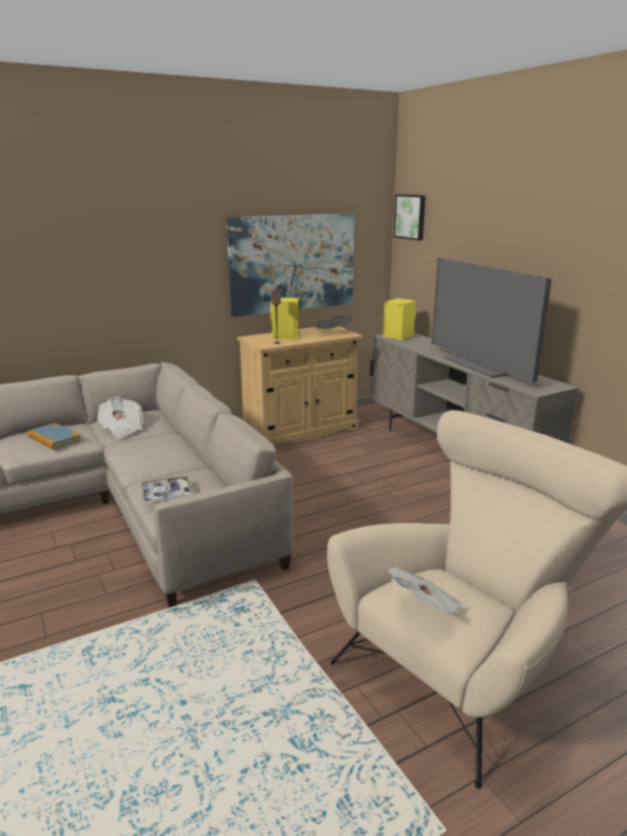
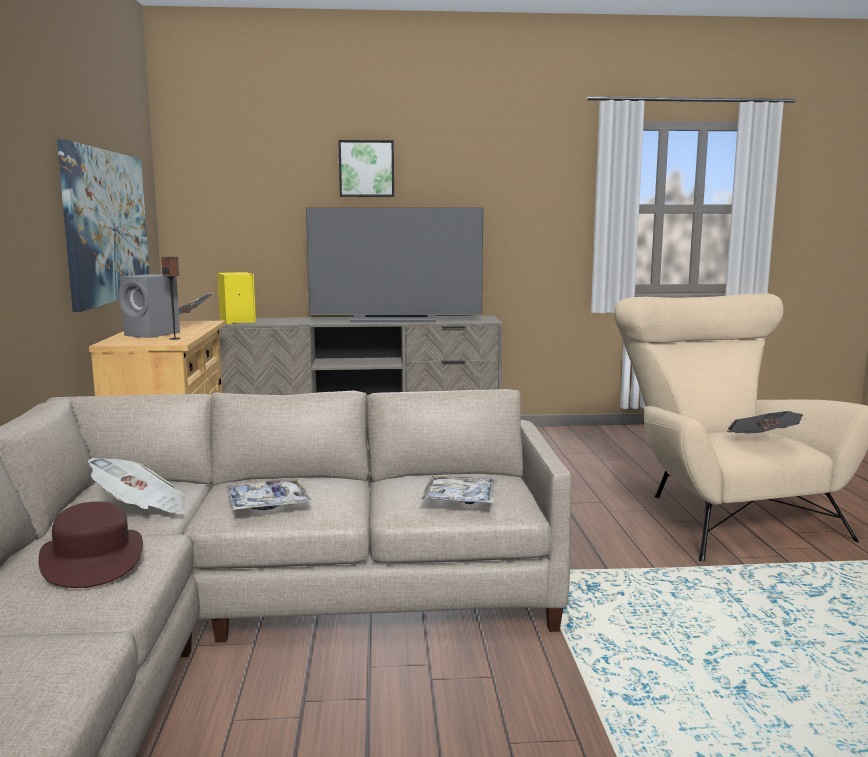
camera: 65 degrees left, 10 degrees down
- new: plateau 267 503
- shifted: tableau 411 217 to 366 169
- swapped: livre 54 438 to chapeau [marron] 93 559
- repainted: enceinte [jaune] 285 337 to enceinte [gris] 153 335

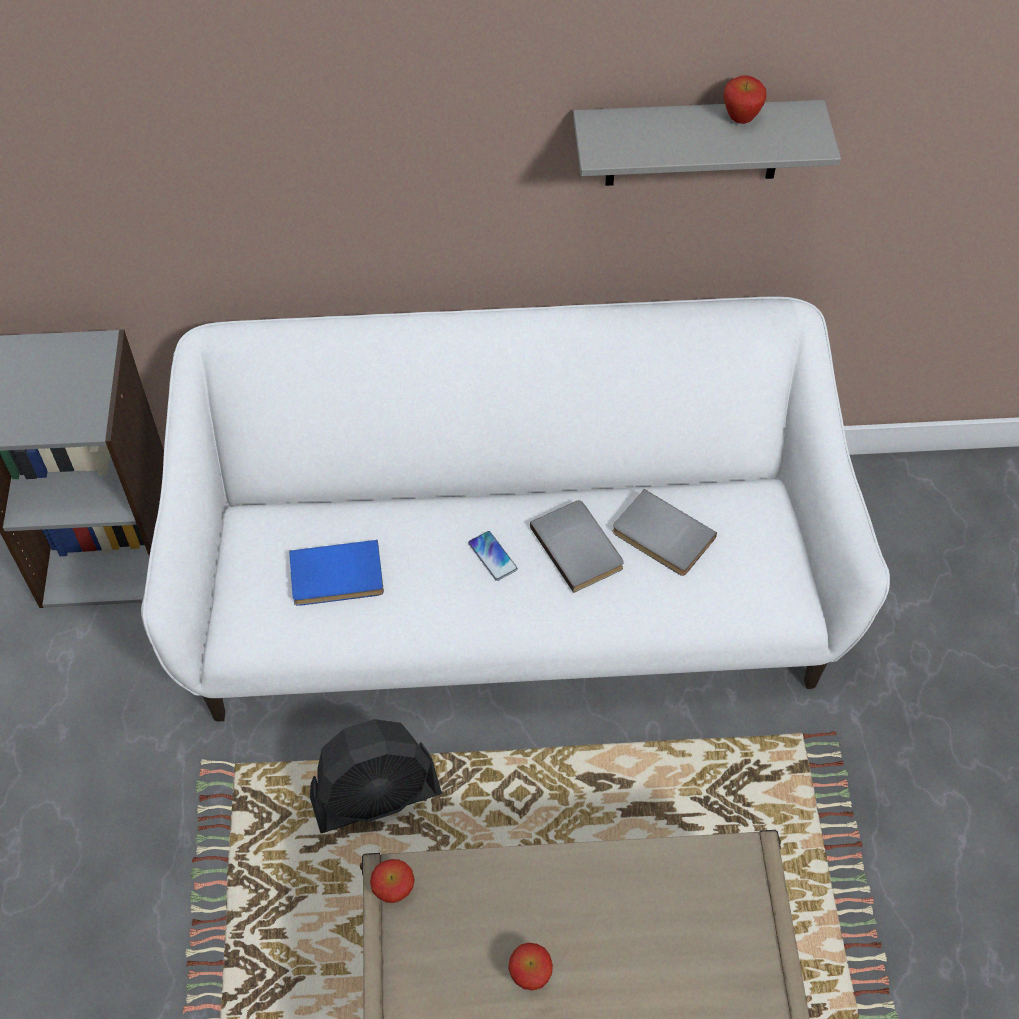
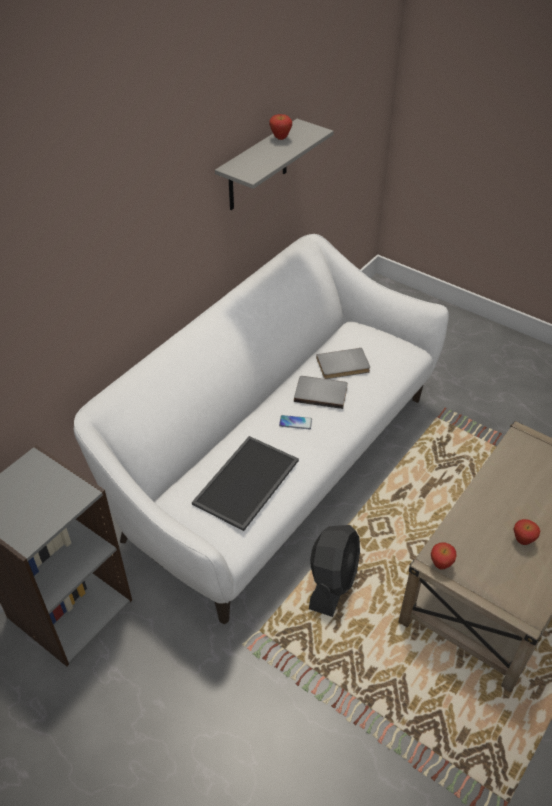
camera: 50 degrees left, 10 degrees down
- swapped: livre [bleu] 337 578 to plateau 247 483

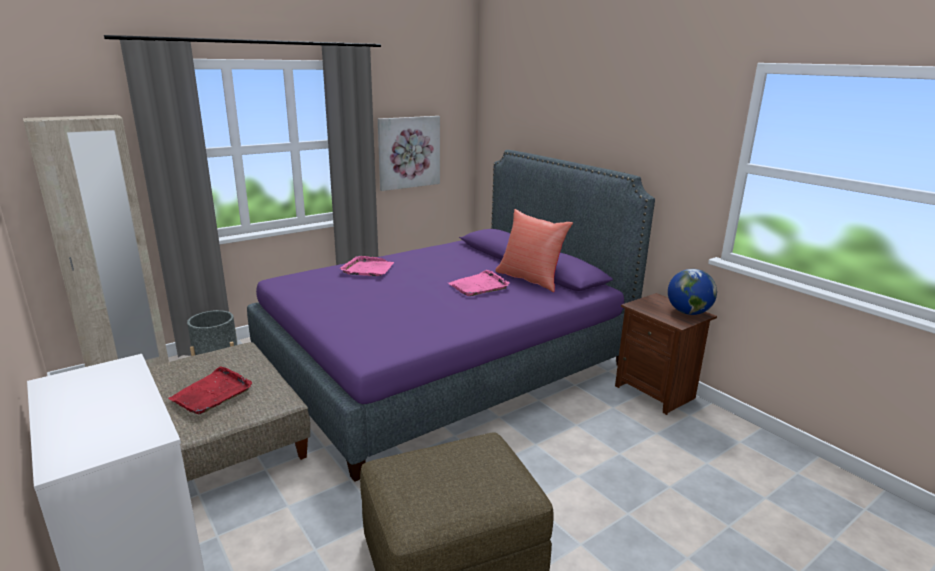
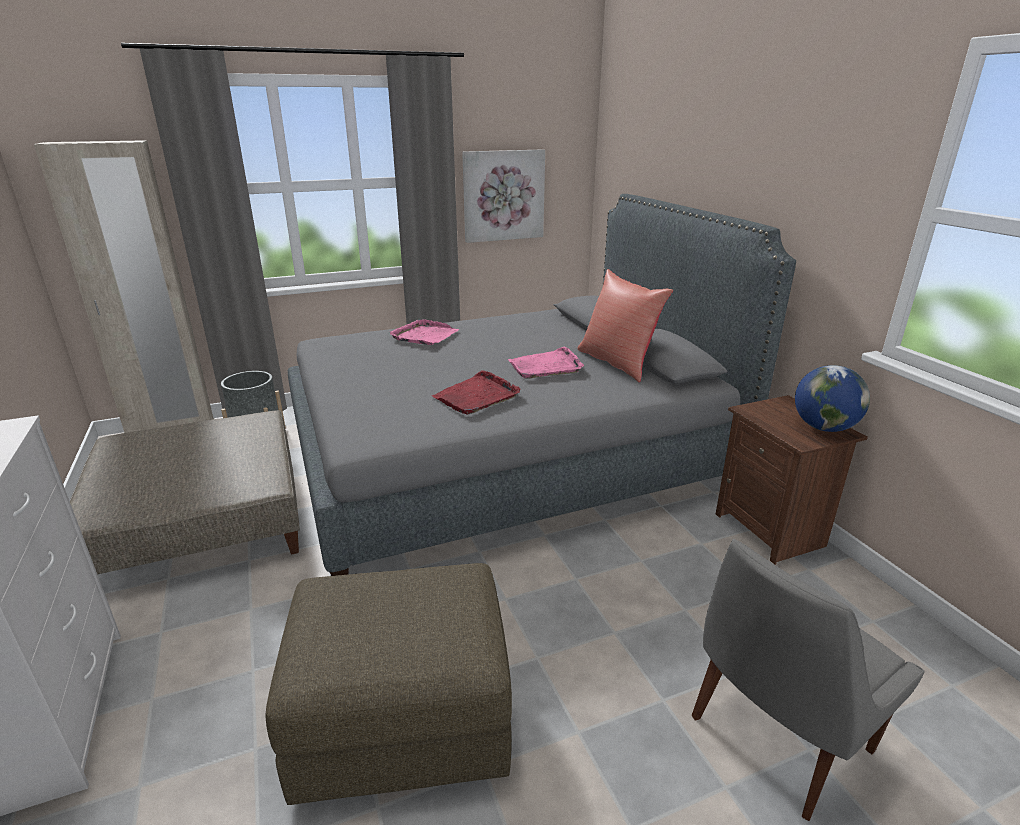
camera: 15 degrees right, 5 degrees up
- new: chaise [gris] 775 737
- shifted: plateau [rouge] 212 393 to 477 396
- repainted: lit [violet] 444 363 to lit [gris] 507 458

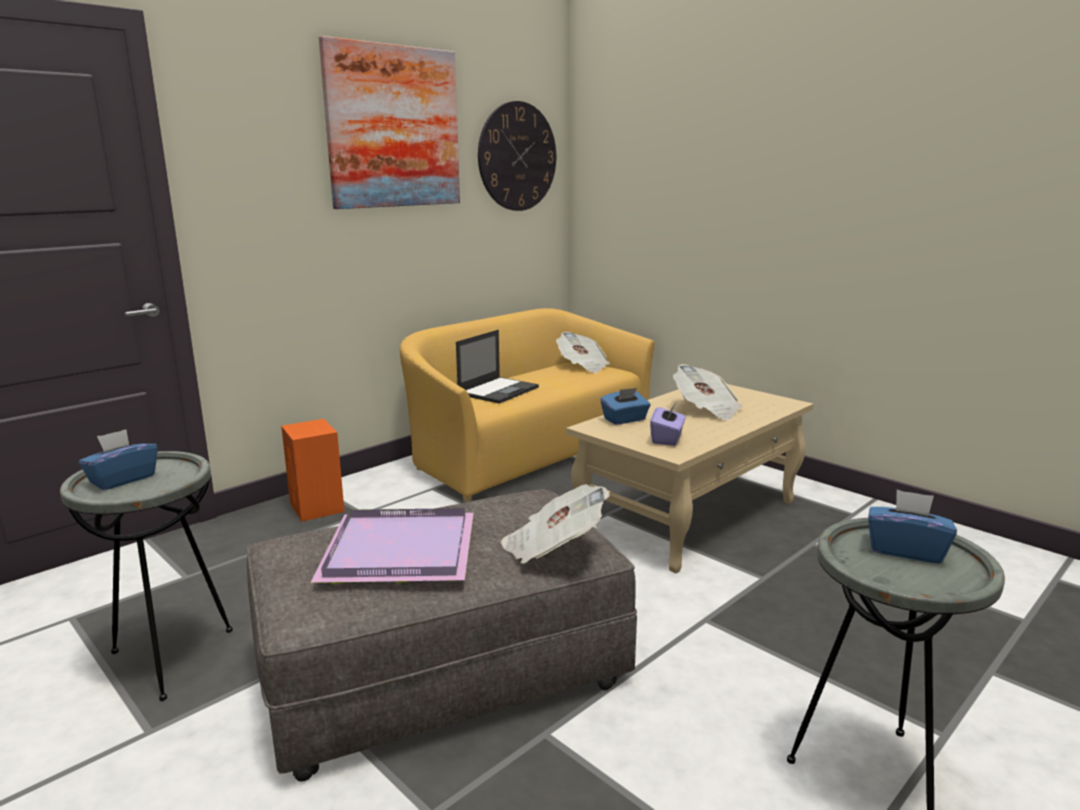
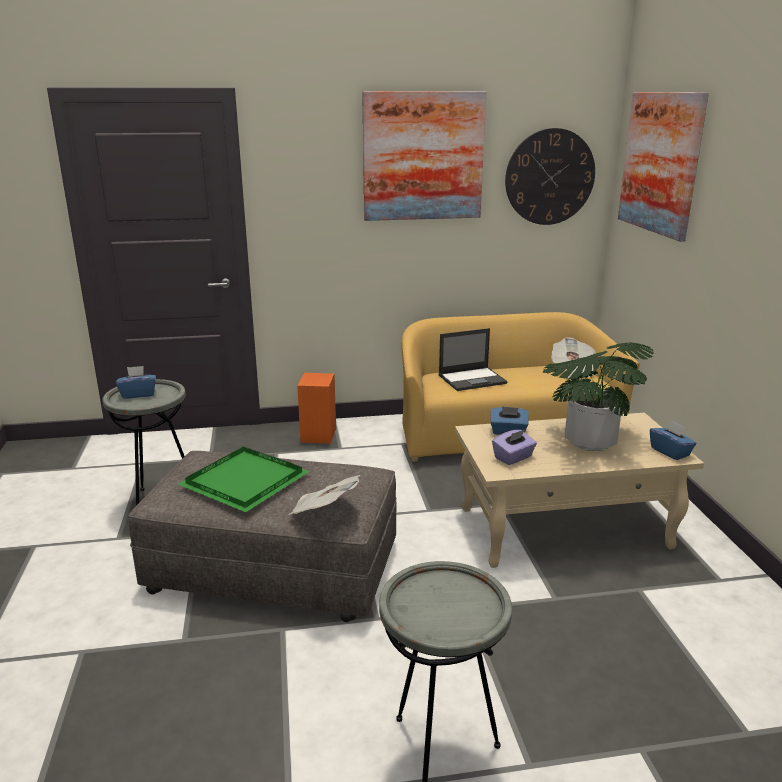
camera: 35 degrees right, 5 degrees up
- new: tableau 660 163
- shifted: boîte à mouchoirs [bleu] 905 550 to 670 452
- swapped: journal 706 410 to plante en pot 590 442
- repainted: plateau [violet] 396 552 to plateau [vert] 242 481

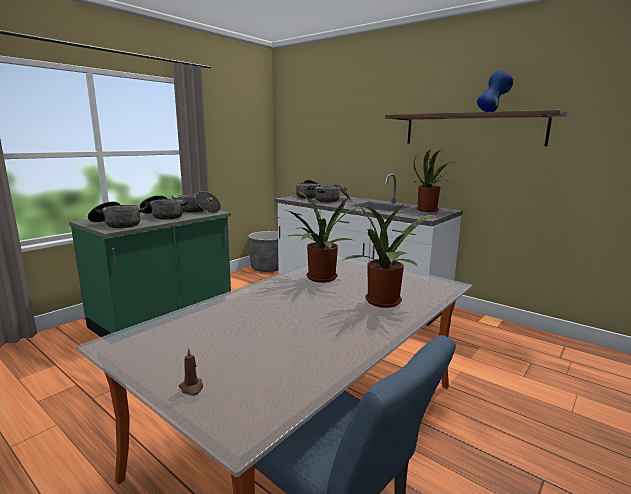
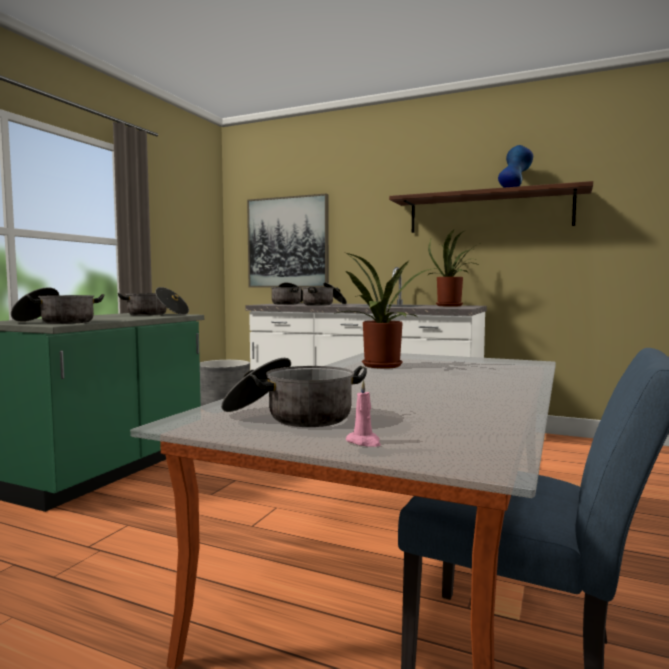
camera: 15 degrees left, 10 degrees down
- gone: plante en pot 385 303
- new: tableau 288 242
- shifted: marmite 163 216 to 291 416
- repainted: bougie [marron] 192 388 to bougie [rose] 364 442

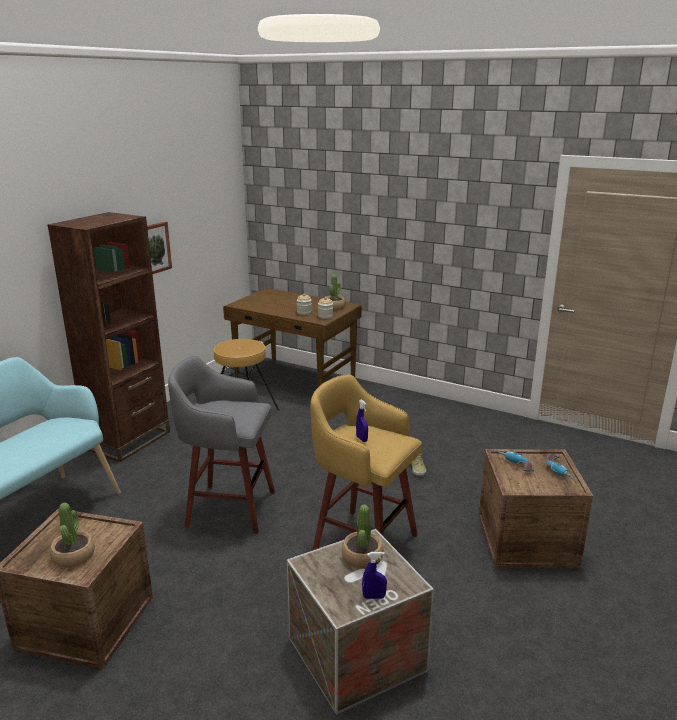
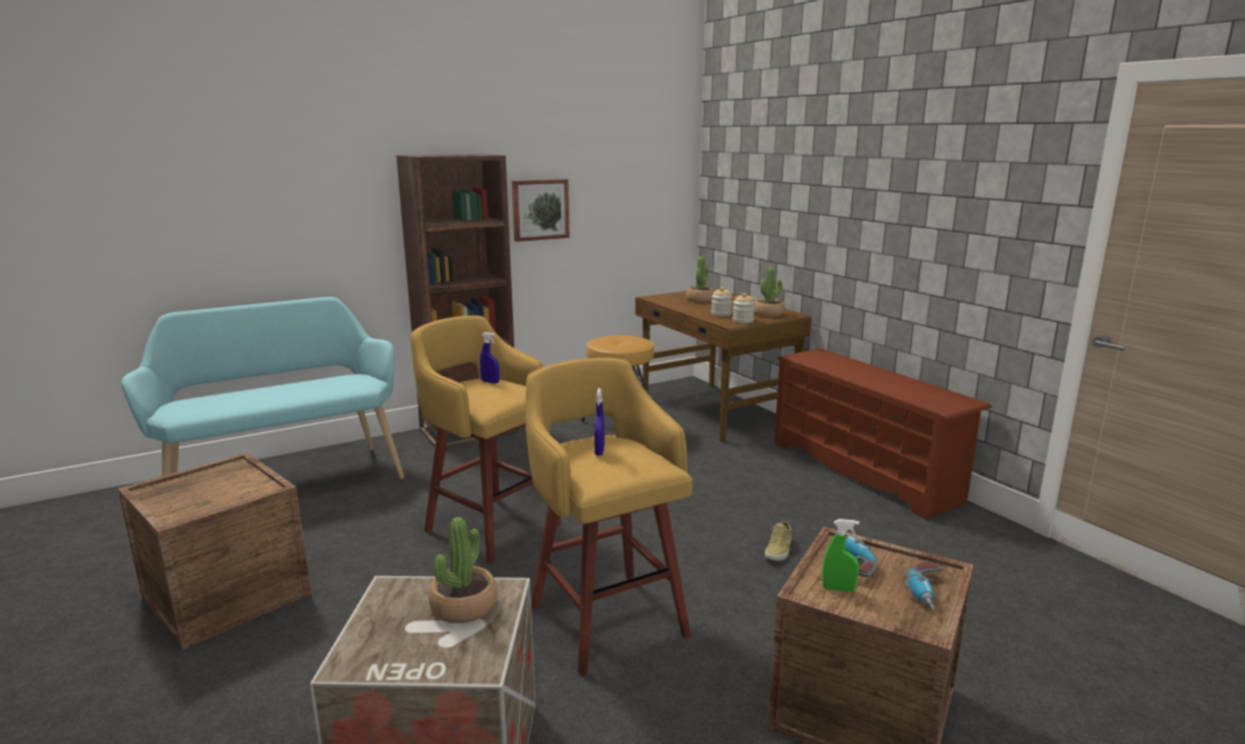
camera: 30 degrees right, 5 degrees down
- new: étagère à chaussures [marron] 865 471
- new: vaporisateur [vert] 838 589
- shifted: plante en pot 74 556 to 700 300
- shifted: vaporisateur [bleu] 374 597 to 490 382
- repainted: tabouret [gris] 228 508 to tabouret [jaune] 490 526

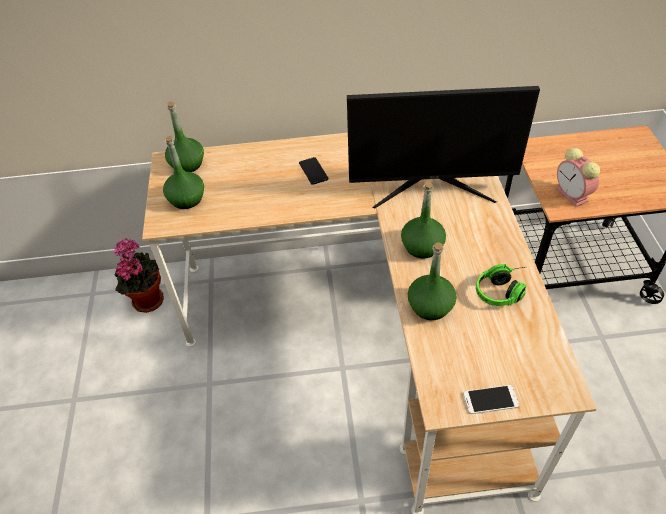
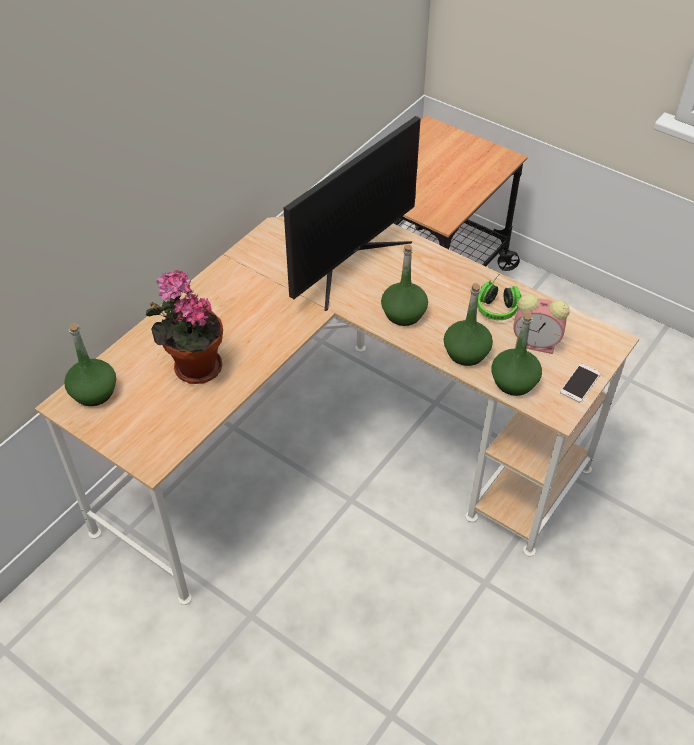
camera: 50 degrees left, 0 degrees up
- gone: téléphone 313 171
- shifted: plante en pot 147 298 to 193 367
- shifted: bouteille [vert] 186 199 to 514 382
- shifted: réveil 573 195 to 537 343

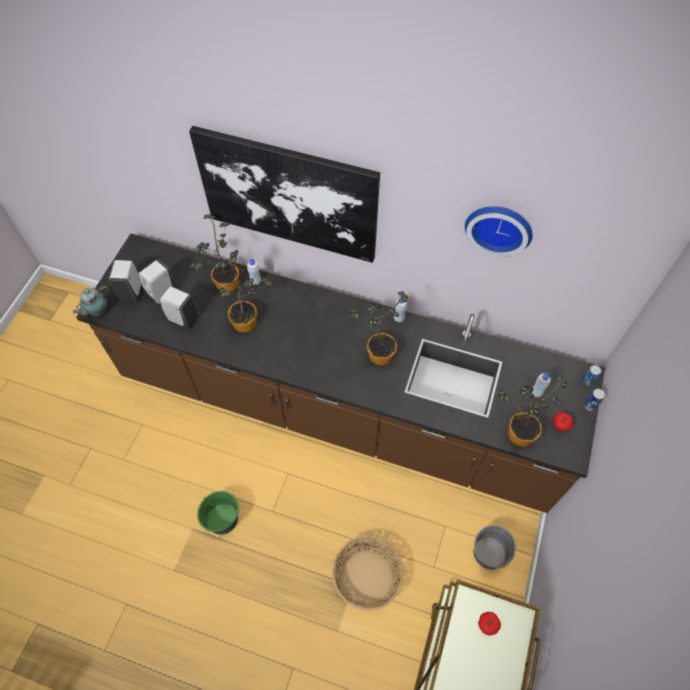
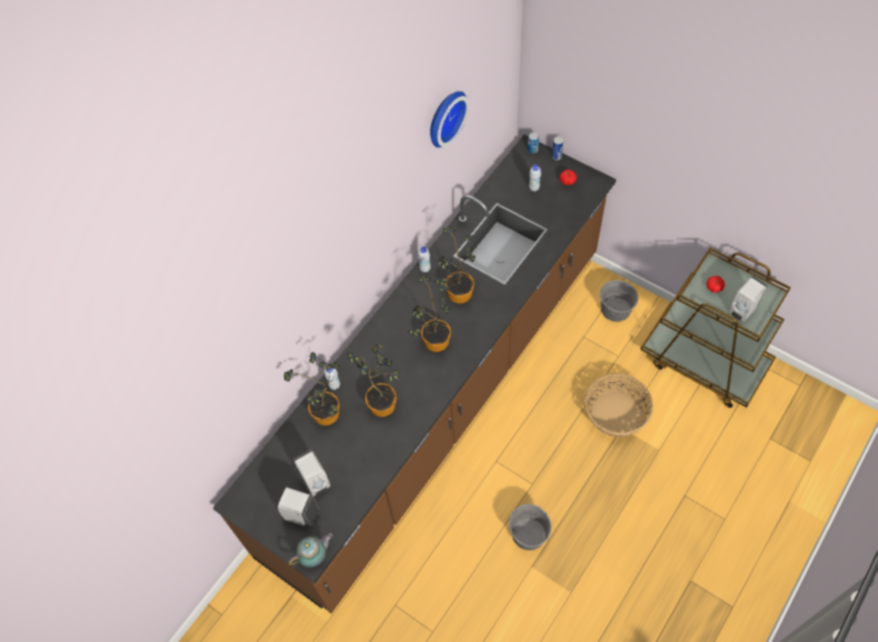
camera: 70 degrees left, 0 degrees up
- gone: tableau 288 195
- shifted: distributeur de savon [blanc] 182 318 to 741 311
- shifted: plante en pot 517 432 to 433 343
- repainted: seau [vert] 222 519 to seau [gris] 529 534
- rotated: théière 97 311 = 315 556 90 degrees counterclockwise

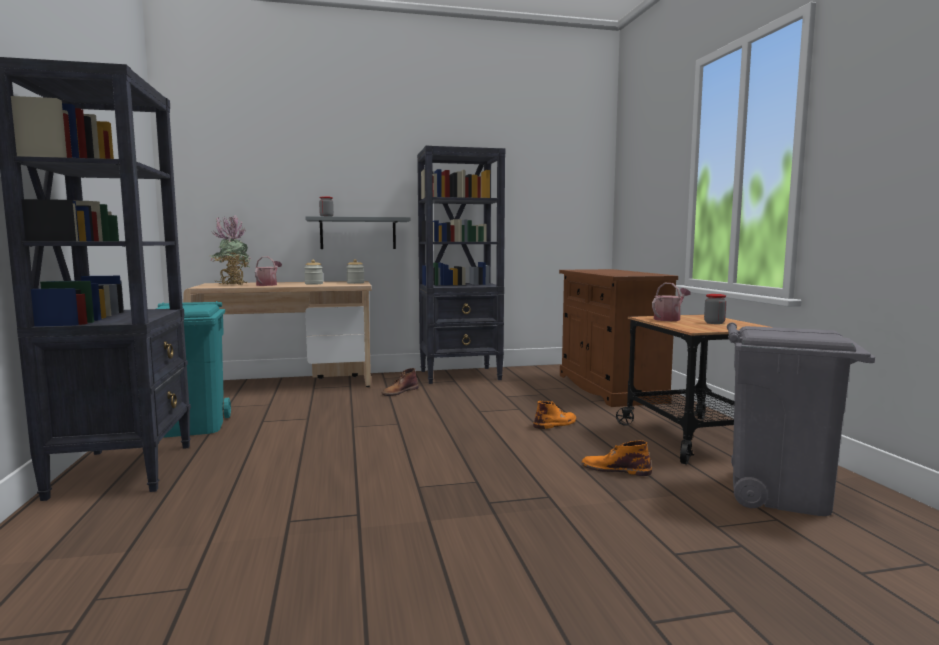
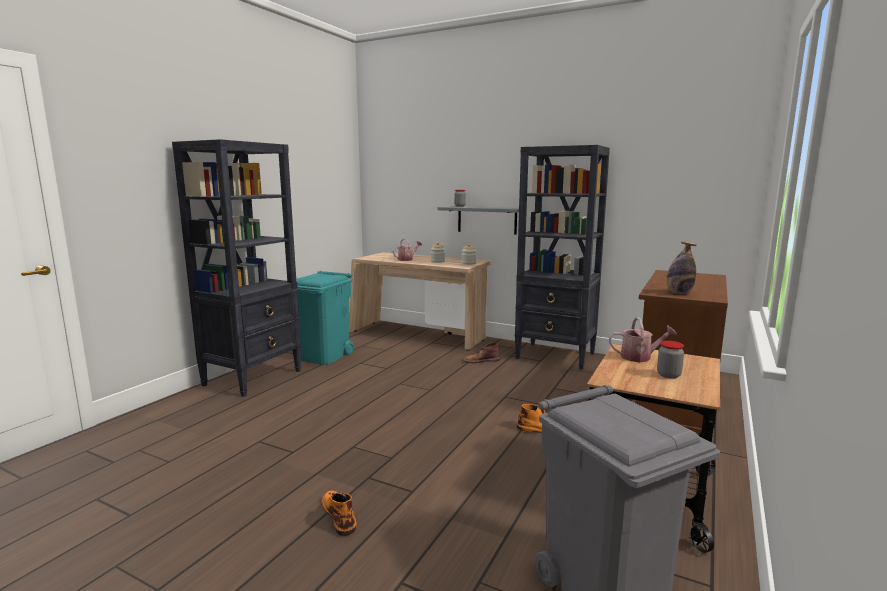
camera: 40 degrees right, 5 degrees up
- gone: plante en pot 232 284
- new: bouteille 678 293
- shifted: botte [orange] 615 469 to 339 514

